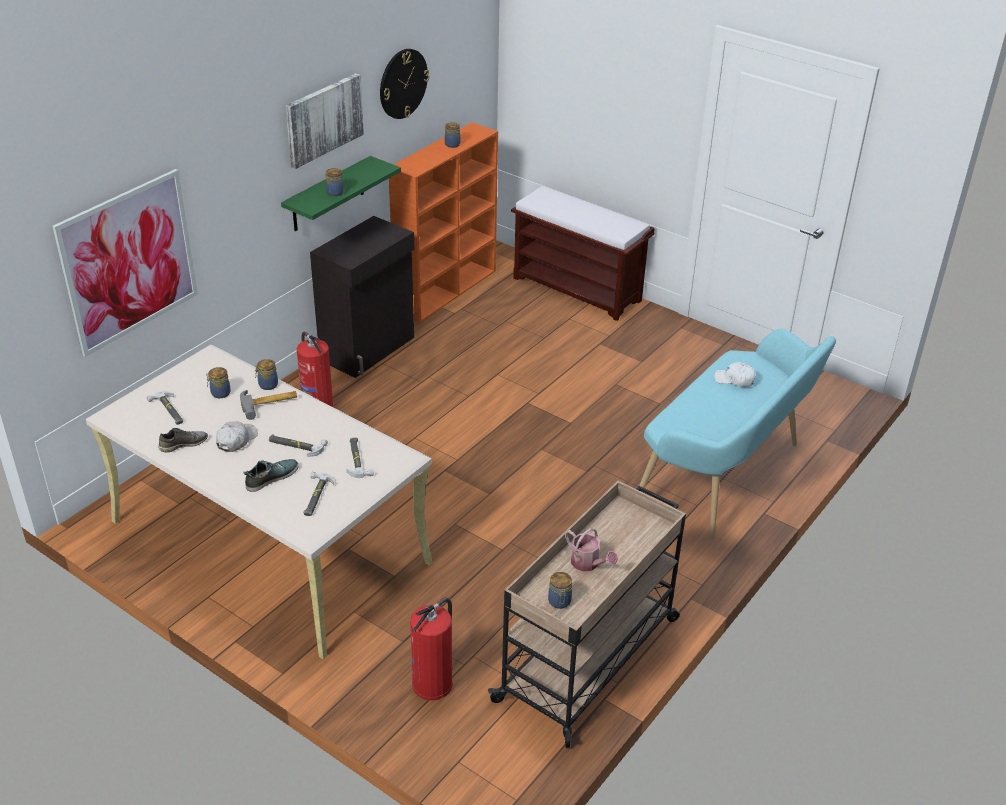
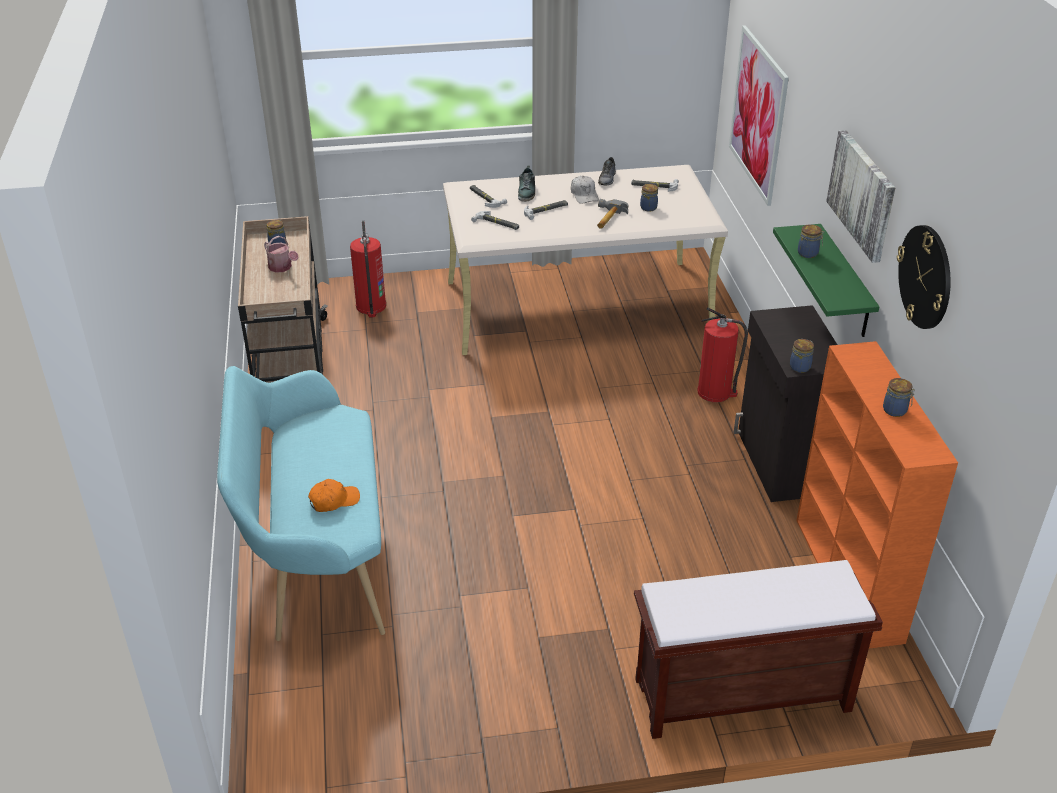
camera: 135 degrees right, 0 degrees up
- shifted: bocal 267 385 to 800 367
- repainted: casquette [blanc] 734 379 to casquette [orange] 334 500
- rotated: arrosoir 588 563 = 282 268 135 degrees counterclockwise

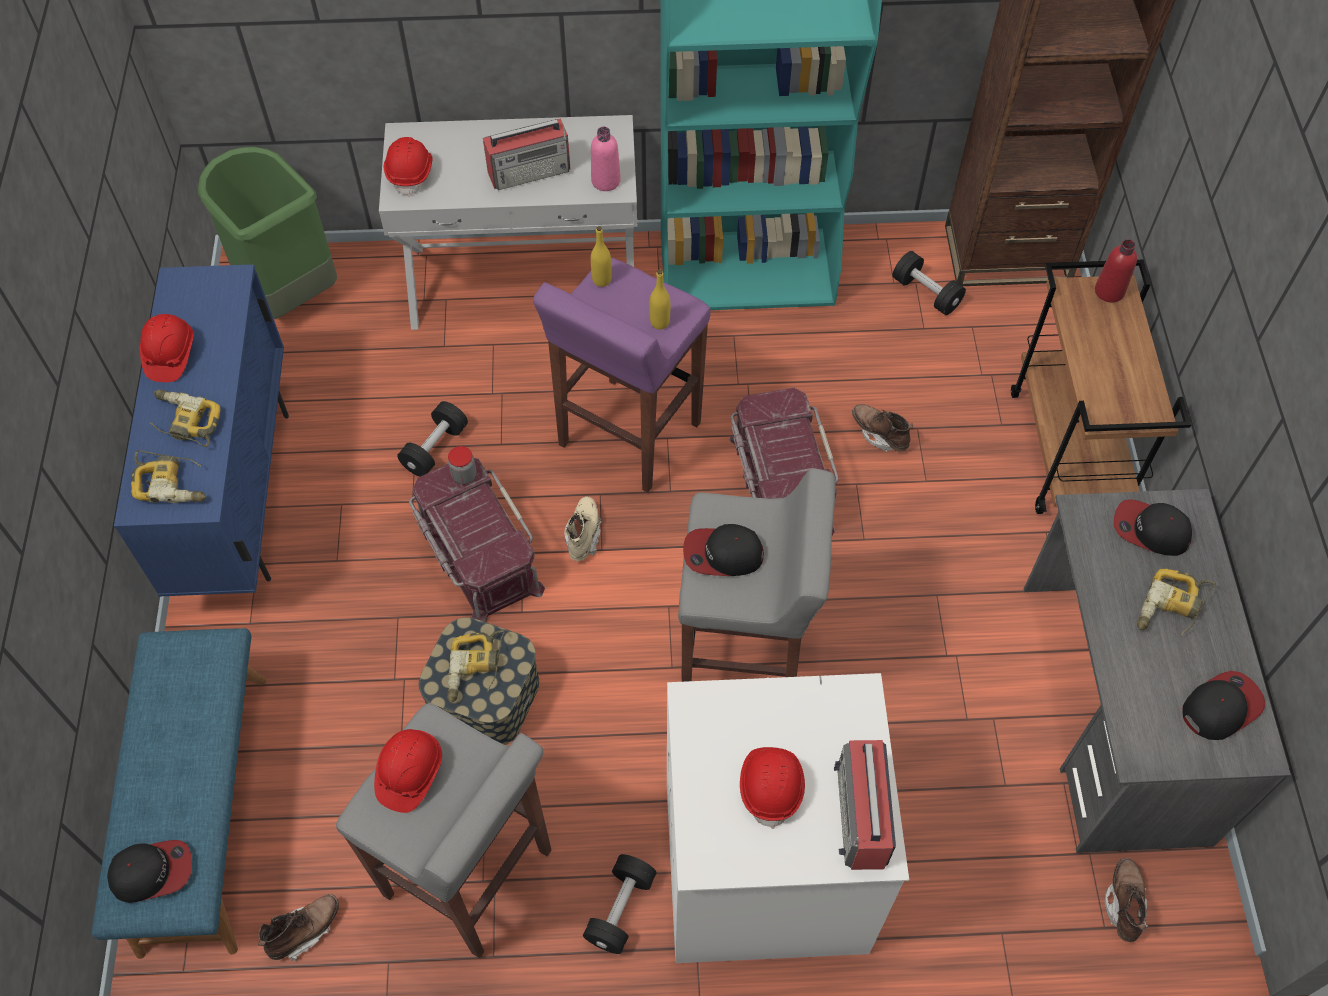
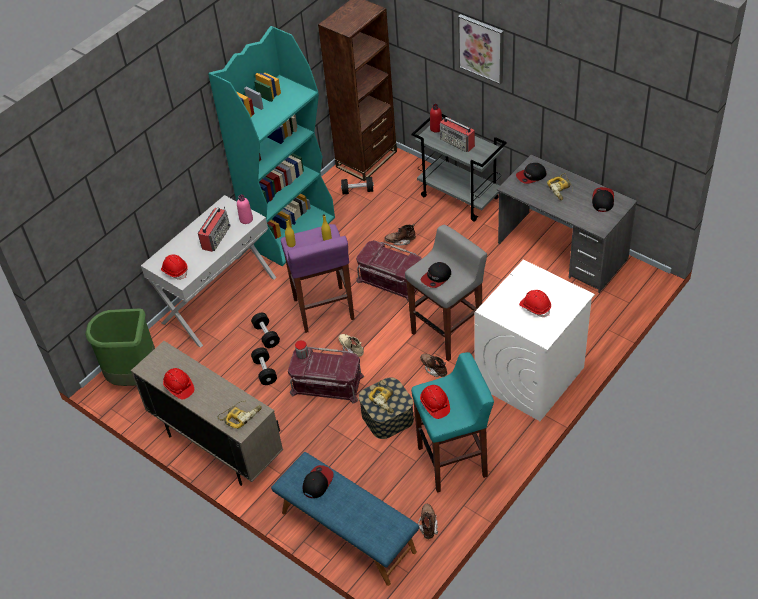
camera: 45 degrees left, 10 degrees down
- gone: perceuse 184 422
- new: tableau 481 48
- shifted: casquette 152 871 to 317 482
- shifted: haltère [noir] 620 909 to 266 335
- shifted: radio 861 817 to 457 142
- shifted: botte [marron] 1124 904 to 434 368
- repainted: meuble de rangement [bleu] 239 496 to meuble de rangement [beige] 218 446
- repainted: tabouret [gris] 470 875 to tabouret [turquoise] 453 461
- repainted: chariot [marron] 1070 451 to chariot [gris] 460 197

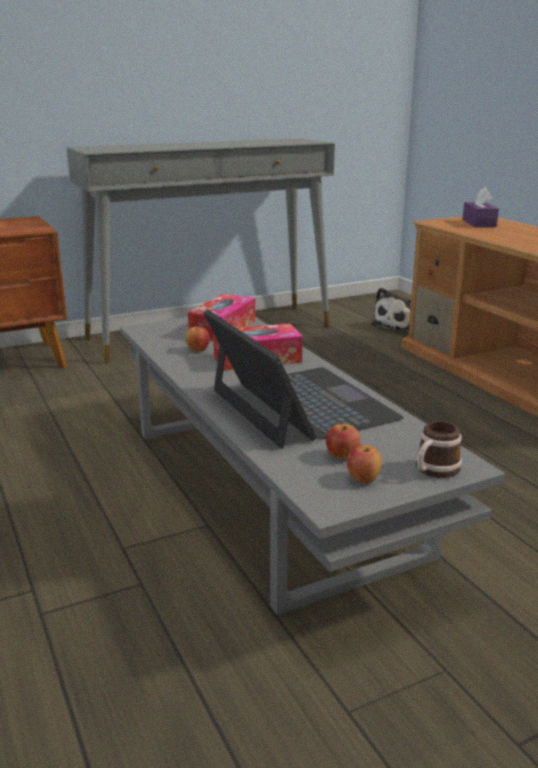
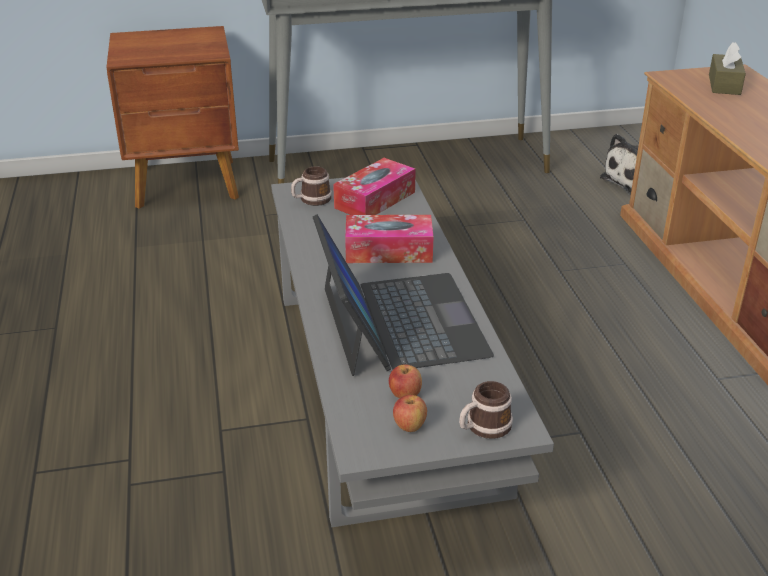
camera: 15 degrees right, 10 degrees up
- gone: pomme 198 350
- new: mug 311 200
- repainted: boîte à mouchoirs [violet] 479 223 to boîte à mouchoirs [marron] 724 84

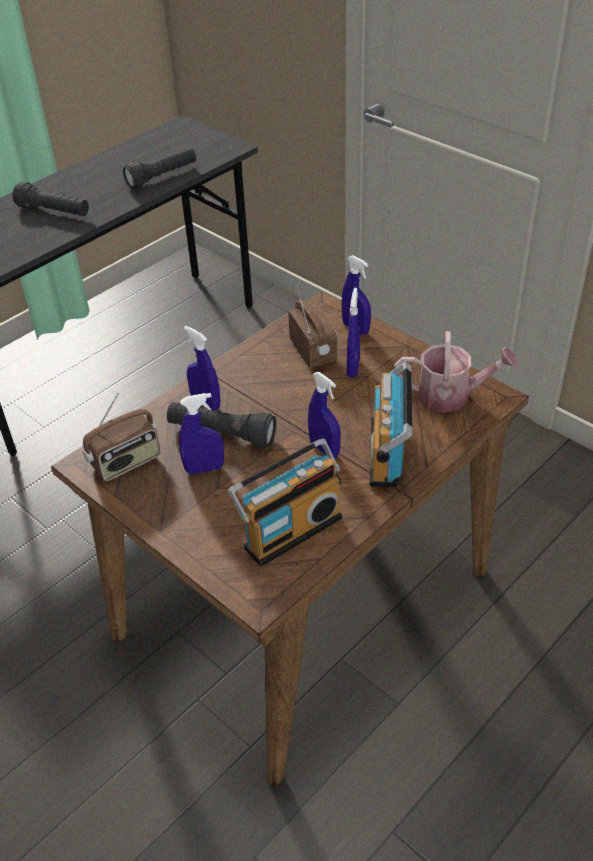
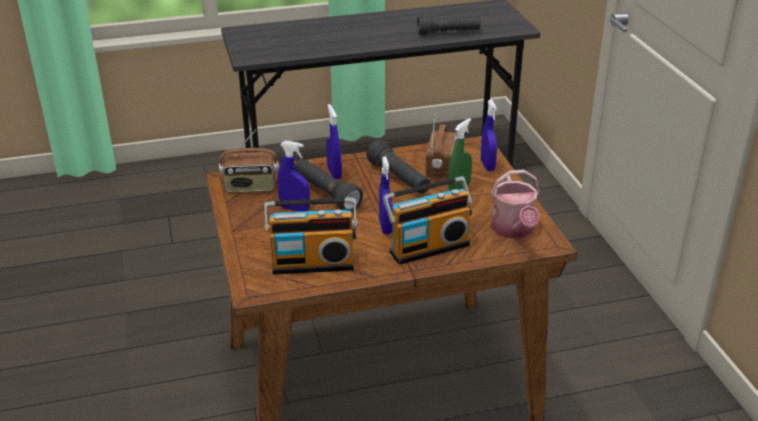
camera: 30 degrees right, 10 degrees down
- shifted: lampe de poche [noir] 54 212 to 399 179
- repainted: vaporisateur [bleu] 353 367 to vaporisateur [vert] 459 188
- rotated: radio 389 453 = 428 247 150 degrees counterclockwise
- rotated: arrosoir 451 396 = 514 230 45 degrees clockwise

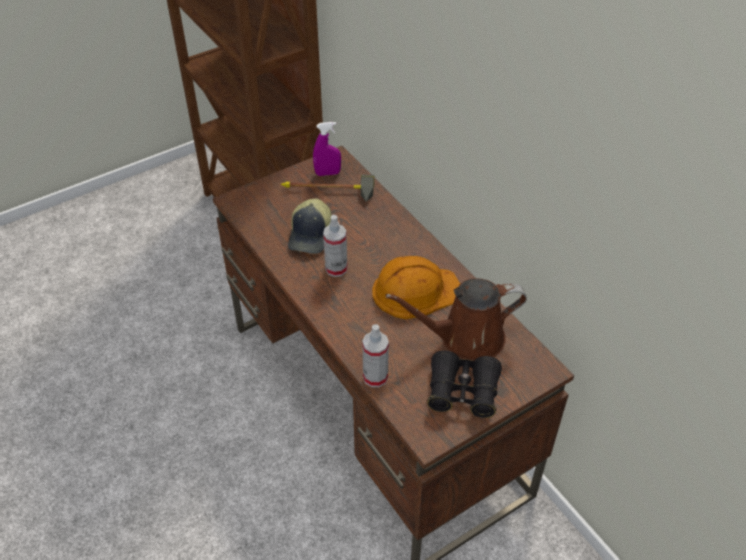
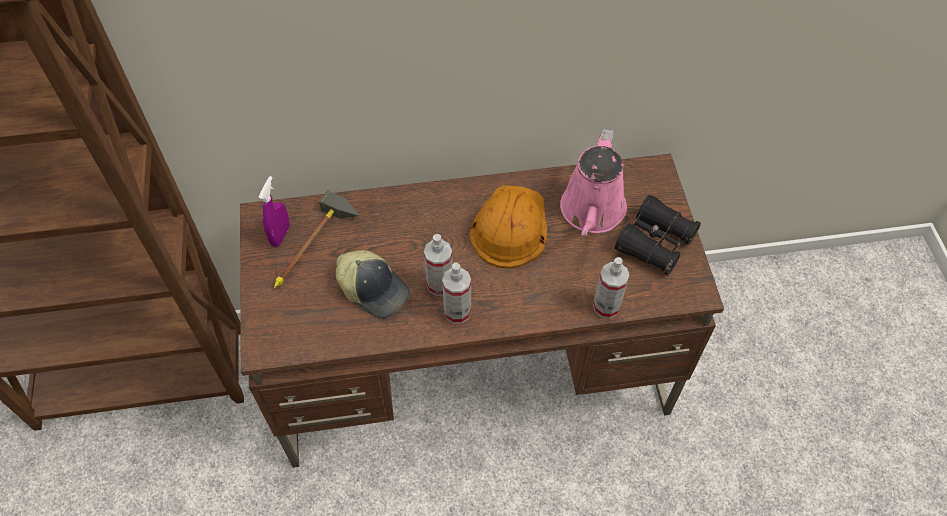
camera: 65 degrees left, 10 degrees up
- new: vaporisateur 457 312
- repainted: arrosoir [marron] 465 338 to arrosoir [rose] 592 212

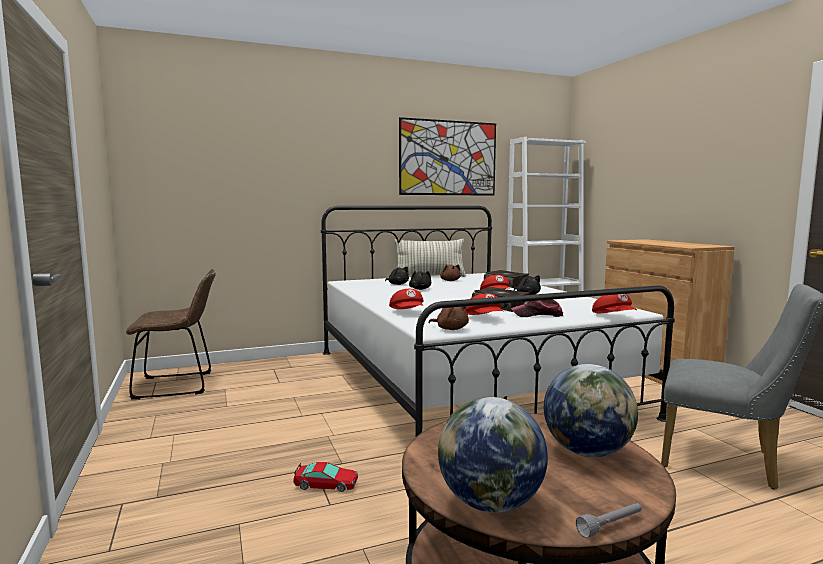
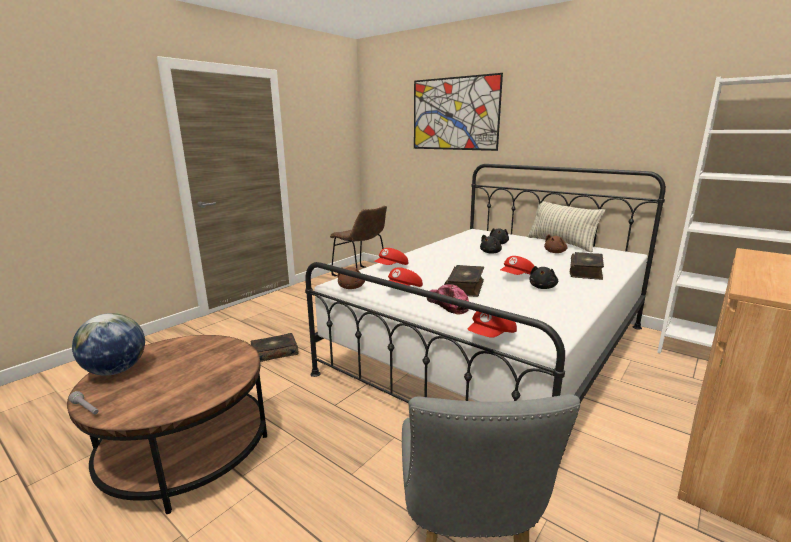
camera: 60 degrees right, 10 degrees up
- gone: globe 587 452
- shifted: tableau 448 158 to 454 114
- swapped: petite voiture 326 484 to livre 274 353

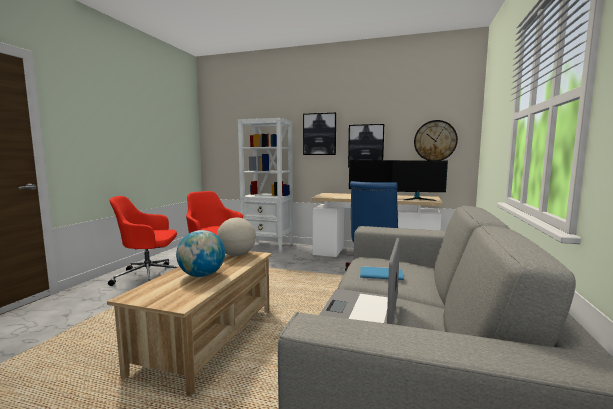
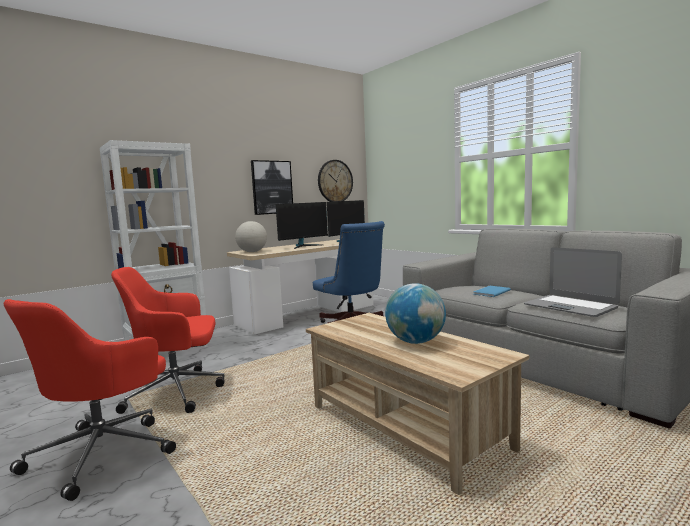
camera: 55 degrees left, 0 degrees up
- gone: tableau 319 134
- shifted: globe 237 255 to 252 252

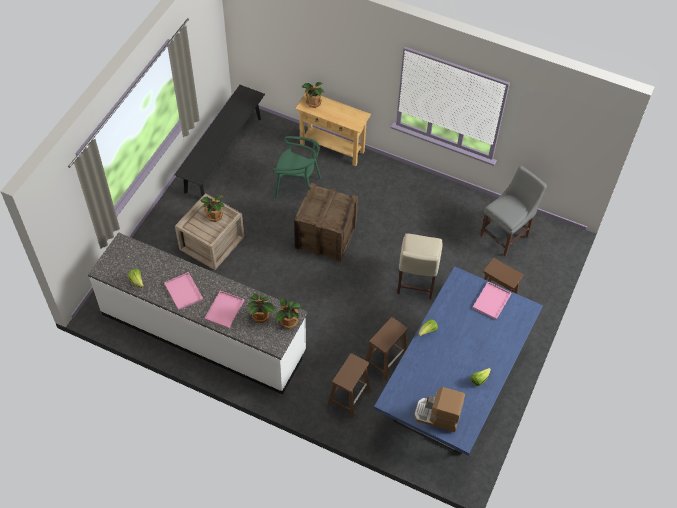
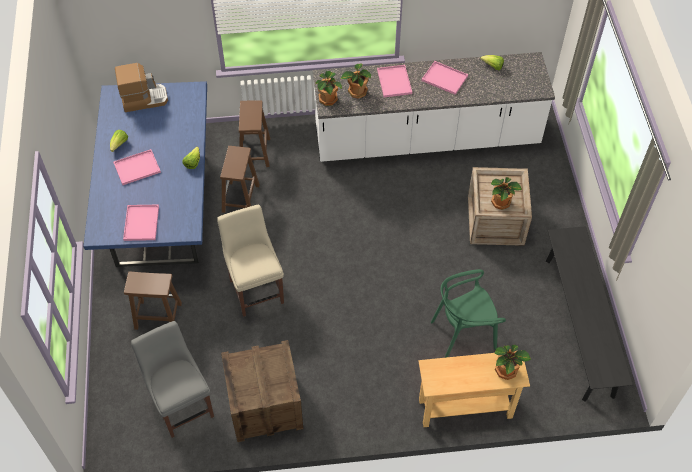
camera: 150 degrees right, 0 degrees up
- new: plateau [rose] 136 168
- shifted: caisse 326 236 to 265 405
- rotated: chaise [gris] 506 235 = 182 404 135 degrees clockwise

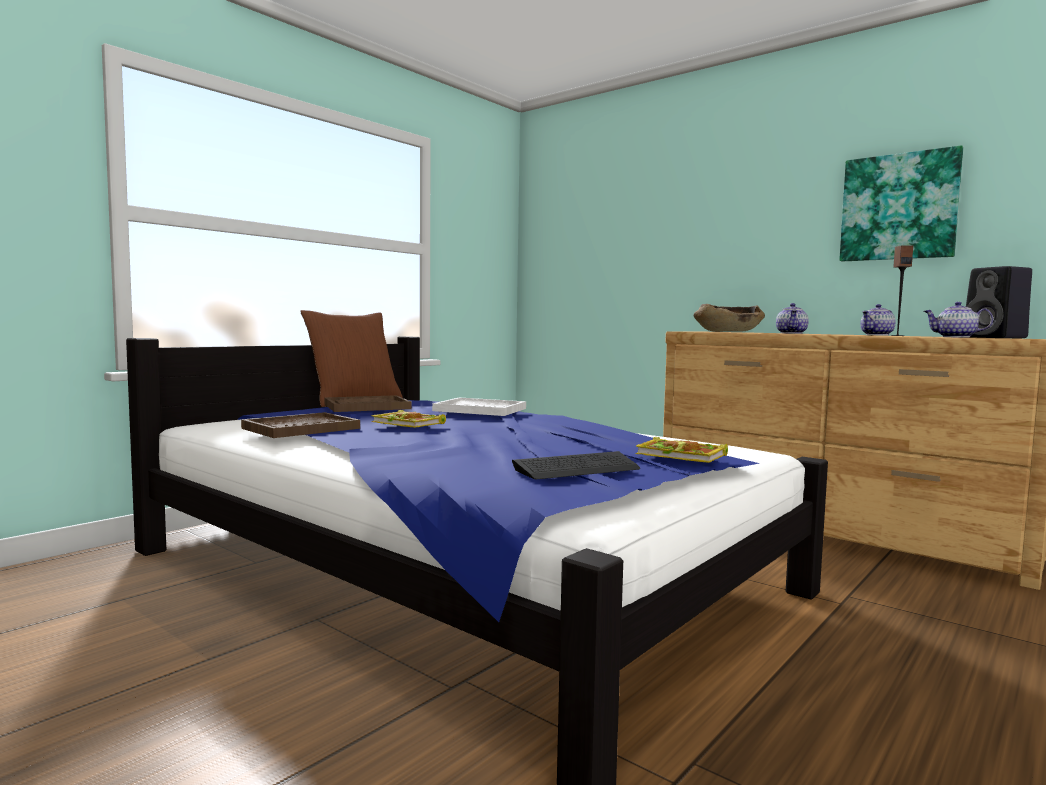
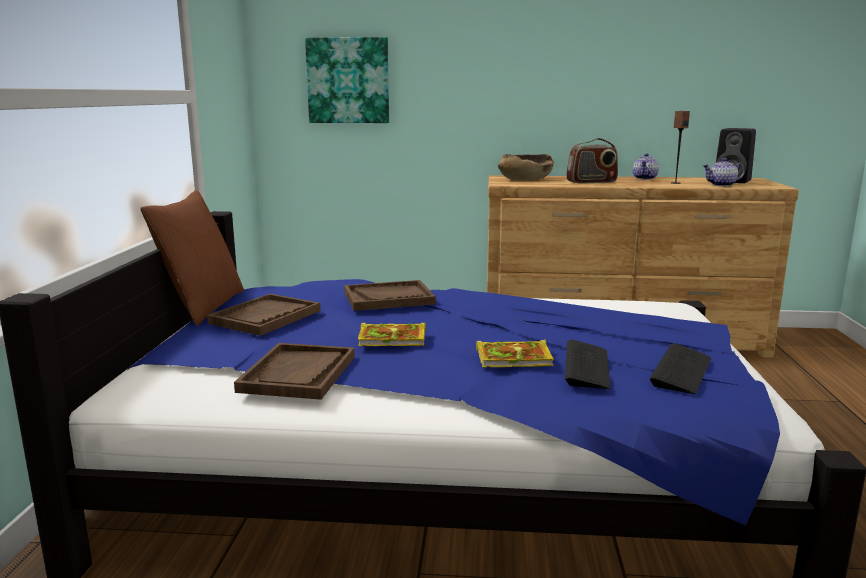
camera: 35 degrees left, 10 degrees up
- new: clavier 587 366
- shifted: livre 683 456 to 515 358
- shifted: tableau 899 207 to 348 81
- swapped: théière 792 333 to radio 591 182
- repainted: plateau [blanc] 480 410 to plateau [marron] 389 298

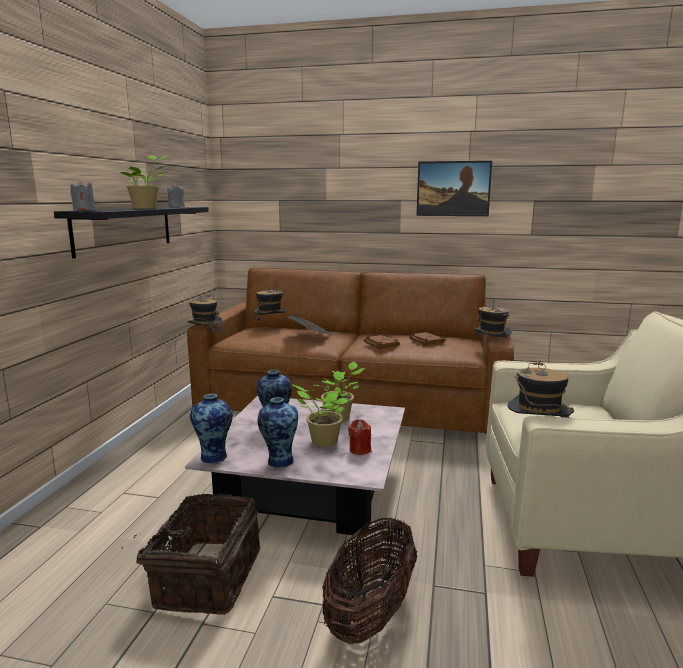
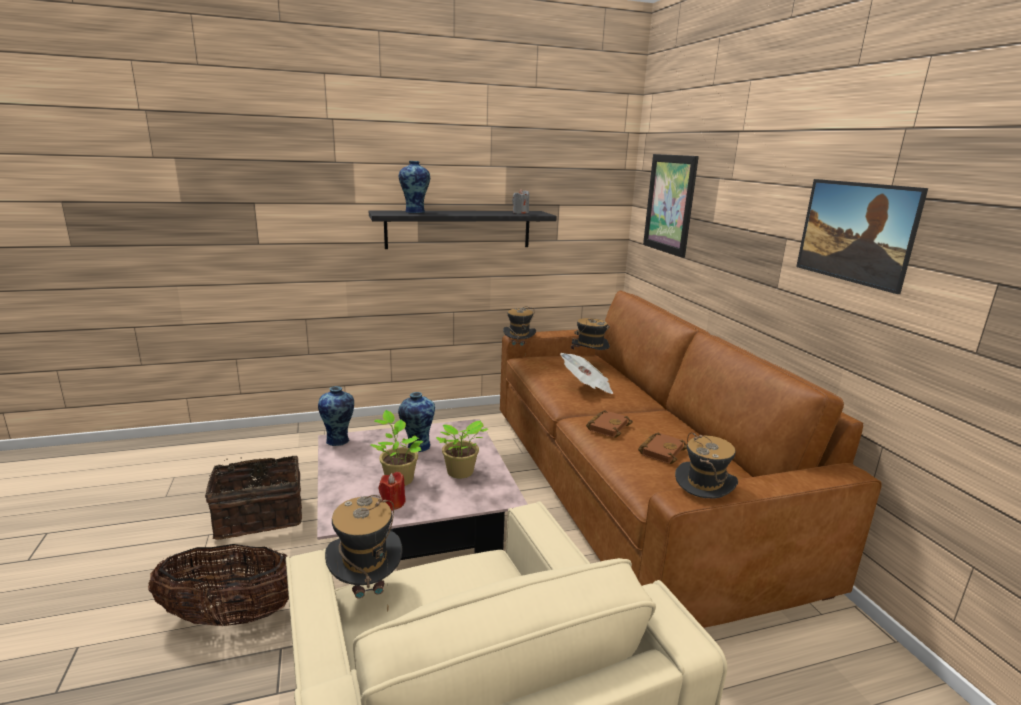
camera: 60 degrees right, 5 degrees up
- gone: bougie [gris] 84 210
- gone: plante en pot 147 208
- new: tableau 669 204
- shifted: vase 279 461 to 415 212

